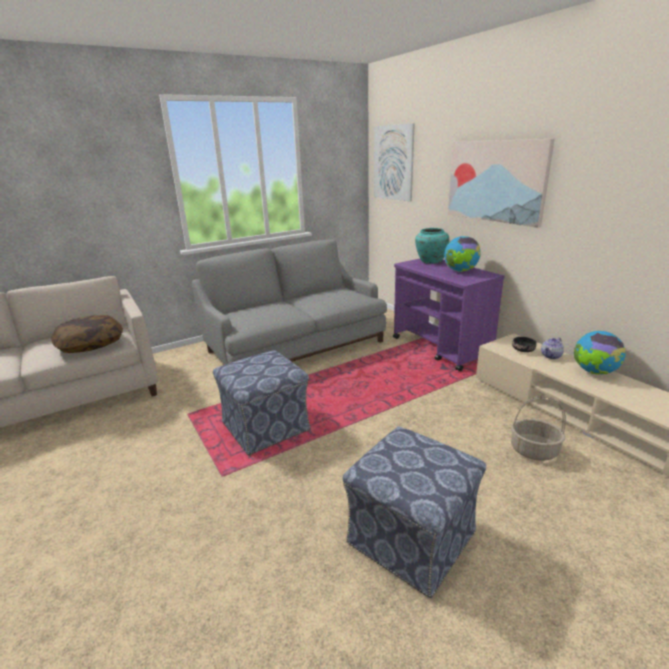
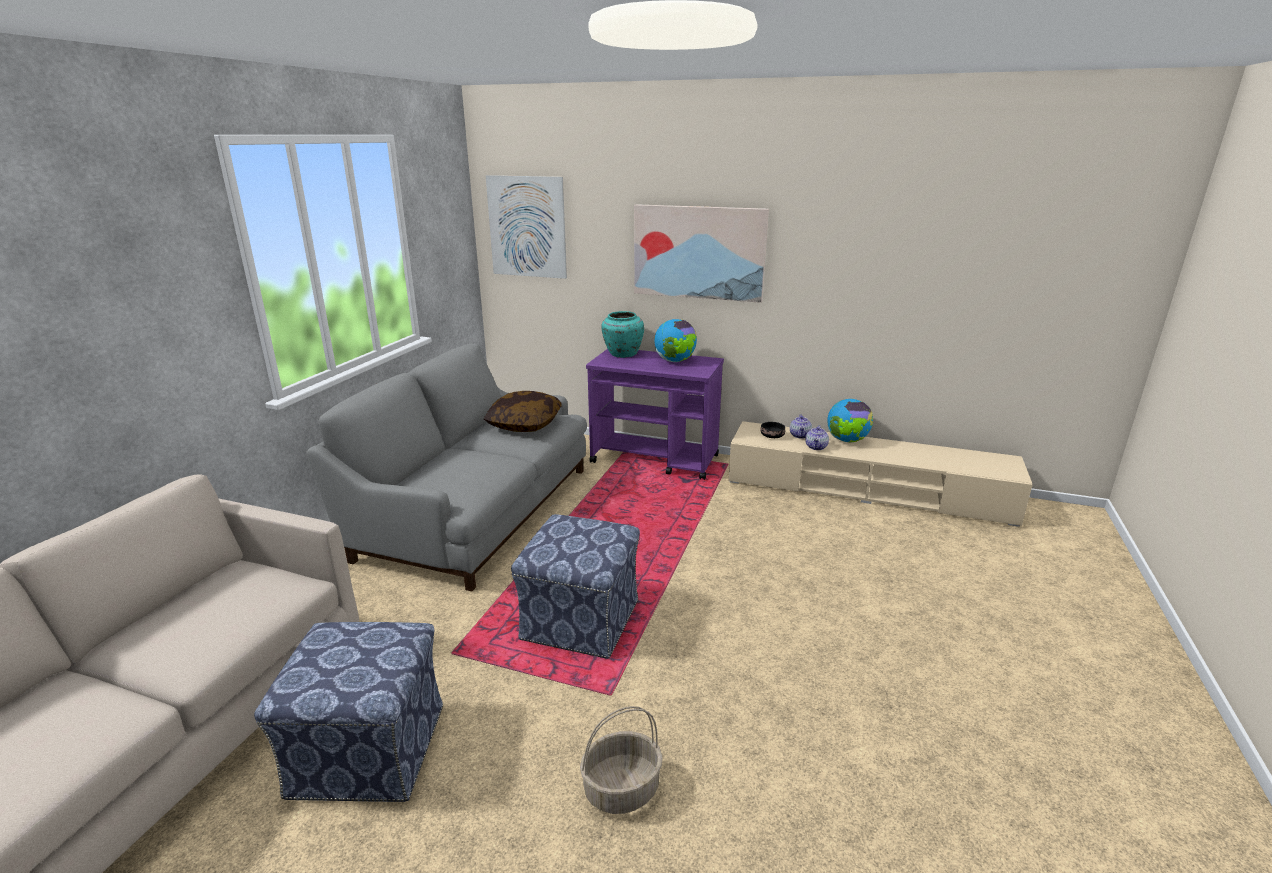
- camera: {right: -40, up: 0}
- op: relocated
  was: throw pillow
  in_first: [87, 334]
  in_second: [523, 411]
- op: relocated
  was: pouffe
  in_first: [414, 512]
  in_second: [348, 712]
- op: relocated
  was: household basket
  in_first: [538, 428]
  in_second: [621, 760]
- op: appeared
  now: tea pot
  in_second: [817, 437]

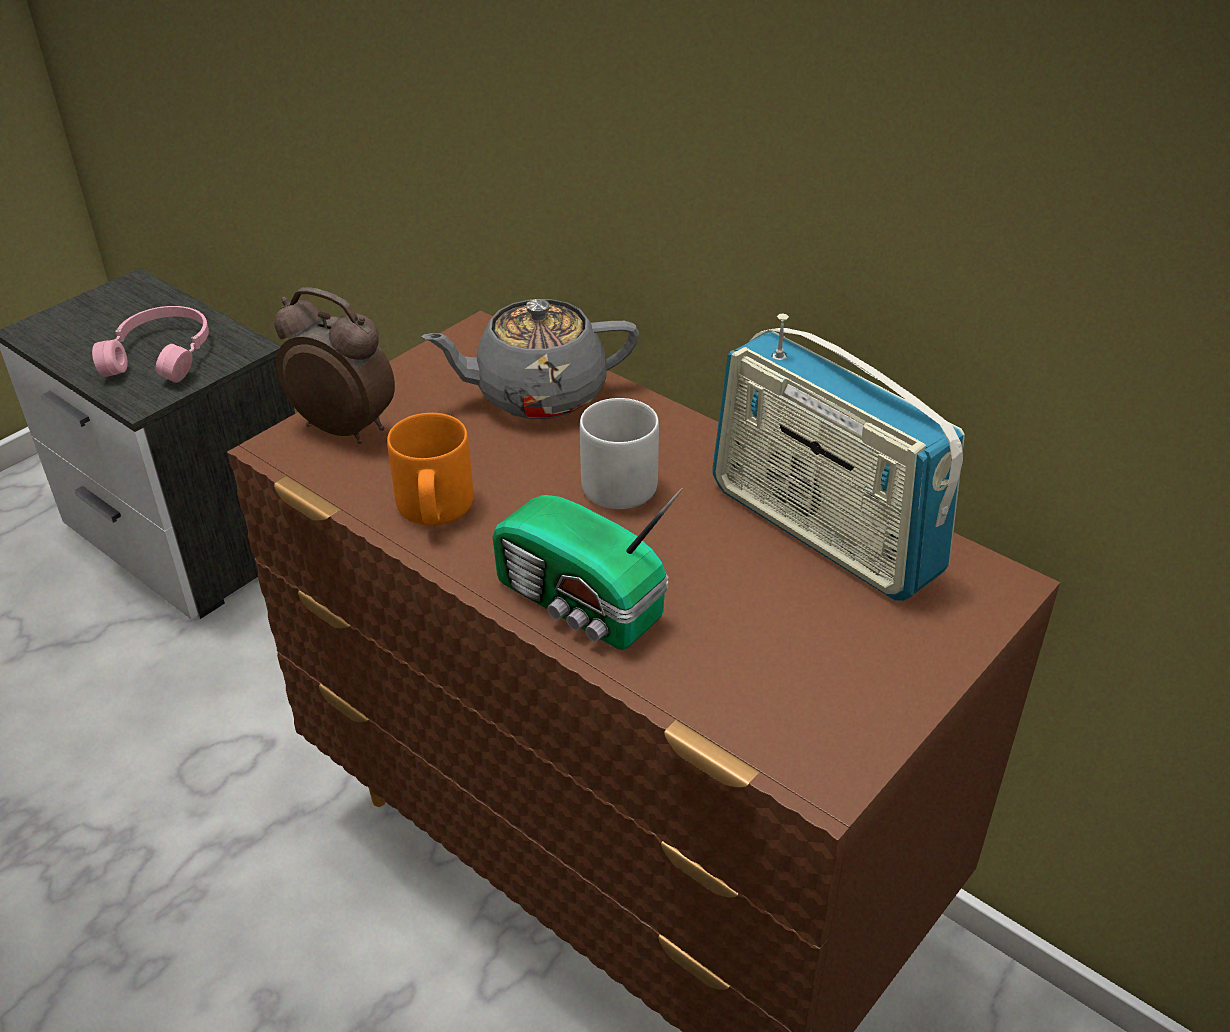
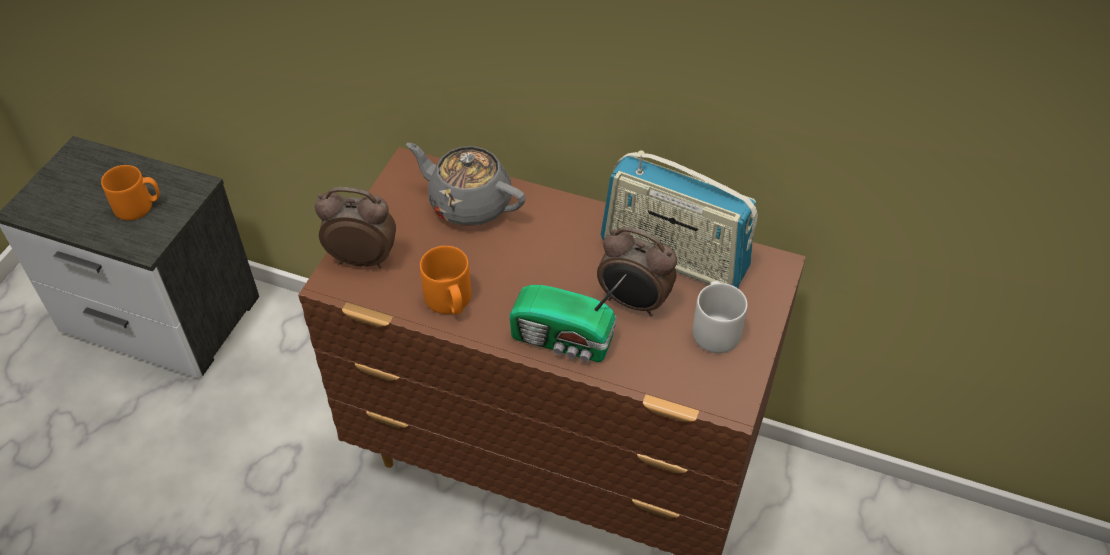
- camera: {right: -20, up: 10}
- op: exchanged
  was: headphones (pink)
  now: coffee mug (orangey)
  in_first: [150, 344]
  in_second: [130, 192]
- op: spun
  was: tea pot (grey)
  in_first: [530, 359]
  in_second: [466, 184]
  clockwise: 60
- op: relocated
  was: coffee mug (grey)
  in_first: [619, 453]
  in_second: [720, 317]
- op: appeared
  now: bedside clock
  in_second: [637, 272]

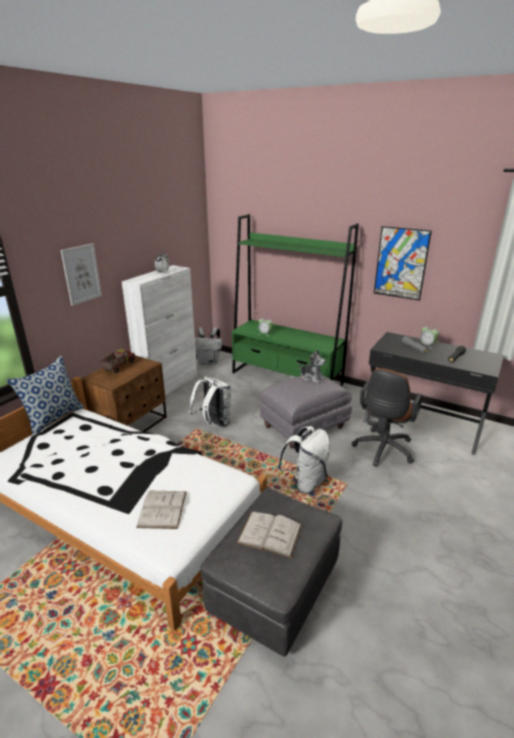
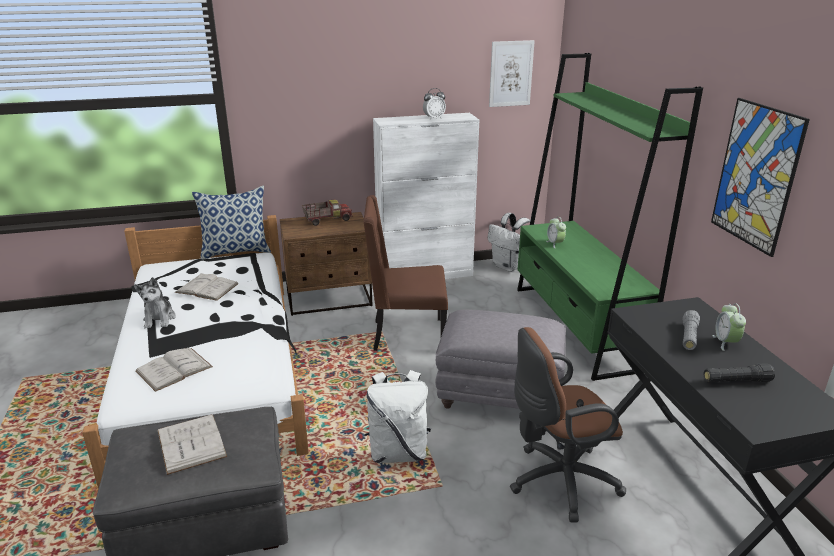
- camera: {right: 45, up: 0}
- op: relocated
  was: picture
  in_first: [81, 274]
  in_second: [512, 73]
- op: exchanged
  was: knapsack (white)
  now: chair (brown-coloured)
  in_first: [210, 401]
  in_second: [405, 273]
- op: relocated
  was: plush toy
  in_first: [312, 366]
  in_second: [155, 302]
- op: appeared
  now: book (white)
  in_second: [206, 287]

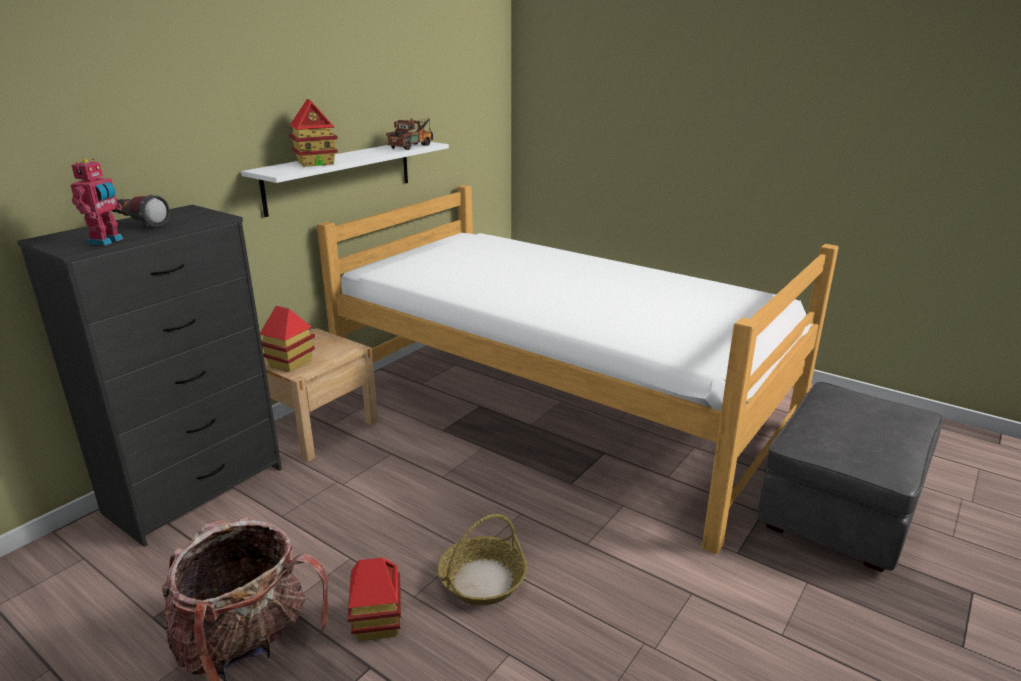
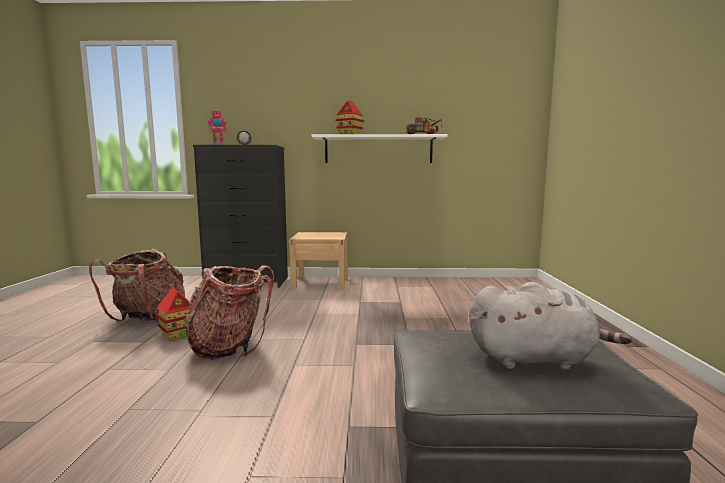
- camera: {right: 55, up: -15}
- op: missing
  was: toy house
  in_first: [287, 339]
- op: missing
  was: sleeping bed
  in_first: [578, 369]
- op: exchanged
  was: household basket
  now: knapsack
  in_first: [482, 559]
  in_second: [229, 312]
- op: appeared
  now: plush toy (grey)
  in_second: [550, 326]

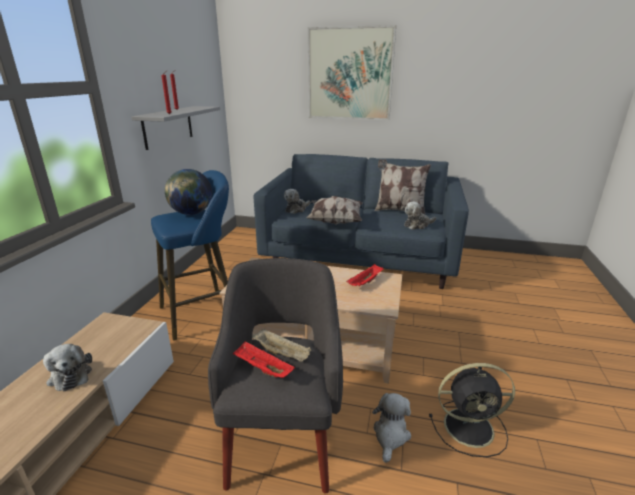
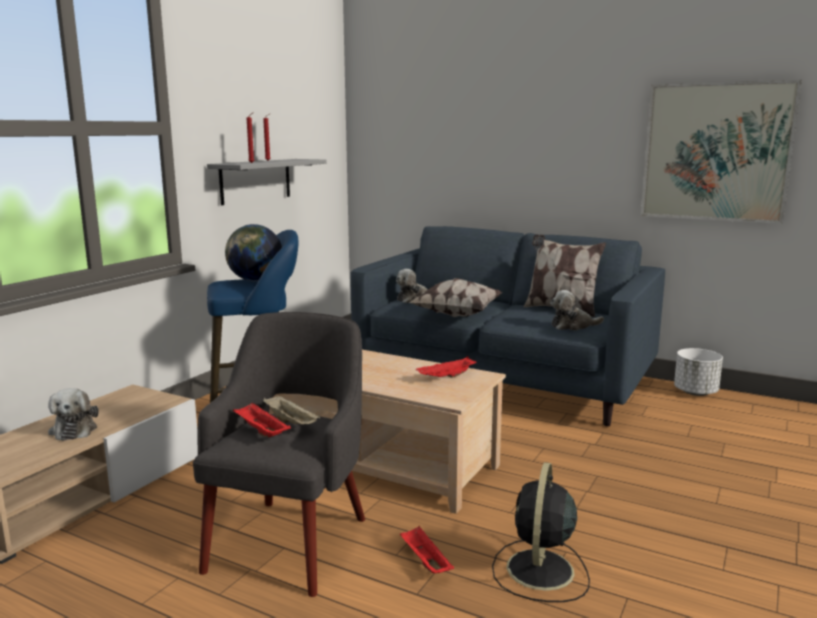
- camera: {right: 15, up: -10}
- op: relocated
  was: picture
  in_first: [352, 72]
  in_second: [721, 152]
- op: exchanged
  was: plush toy
  now: serving tray (red)
  in_first: [391, 428]
  in_second: [427, 549]
- op: spun
  was: electric fan (black)
  in_first: [472, 410]
  in_second: [541, 532]
  clockwise: 90
- op: appeared
  now: plant pot (white)
  in_second: [698, 372]

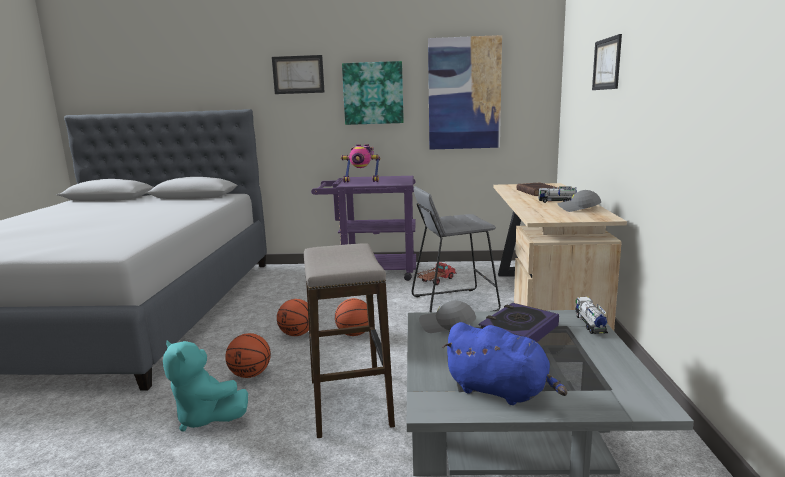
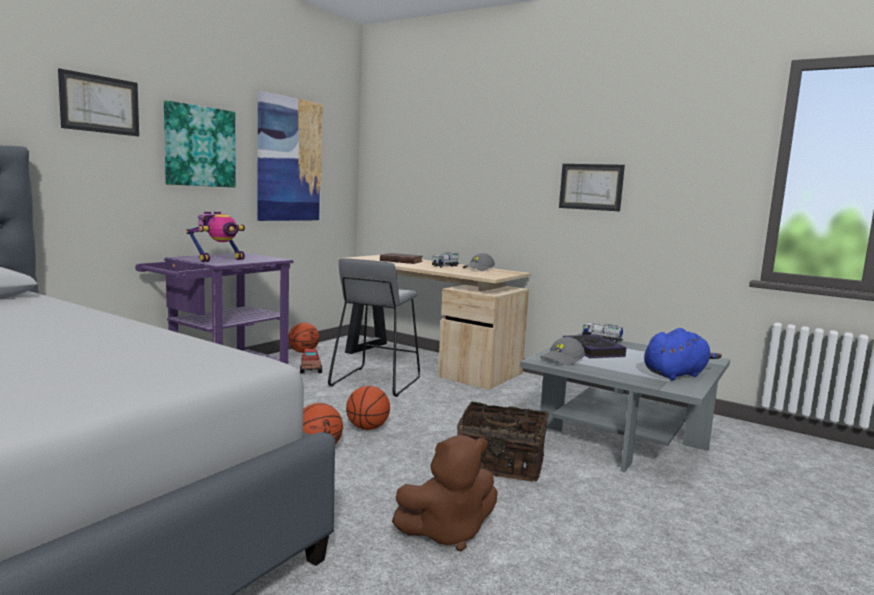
- camera: {right: -60, up: -5}
- op: colour
  was: plush toy (turquoise-coloured)
  now: plush toy (brown-coloured)
  in_first: [205, 386]
  in_second: [445, 493]
- op: relocated
  was: basketball
  in_first: [248, 355]
  in_second: [303, 338]
- op: exchanged
  was: sitting stool
  now: household basket
  in_first: [349, 340]
  in_second: [503, 441]
- op: relocated
  was: picture
  in_first: [607, 62]
  in_second: [592, 187]

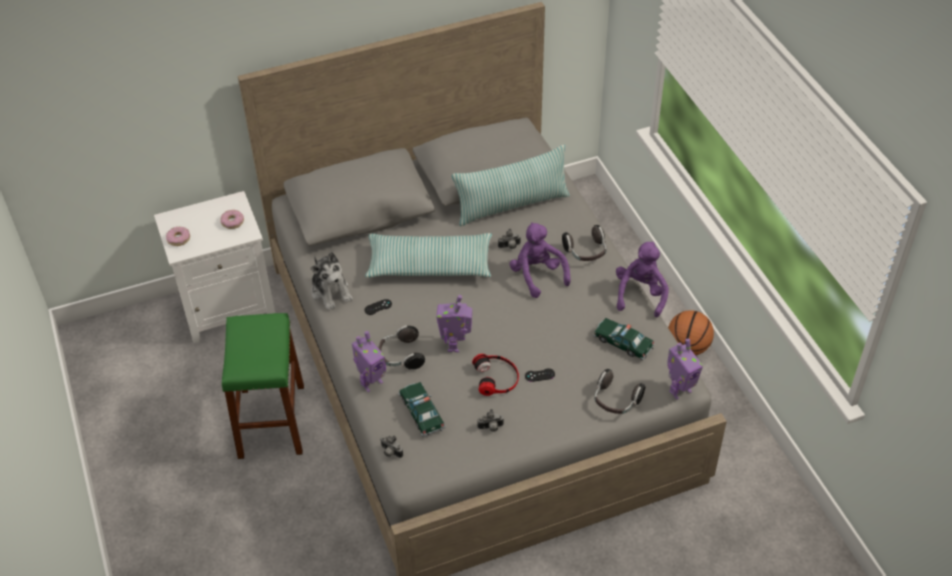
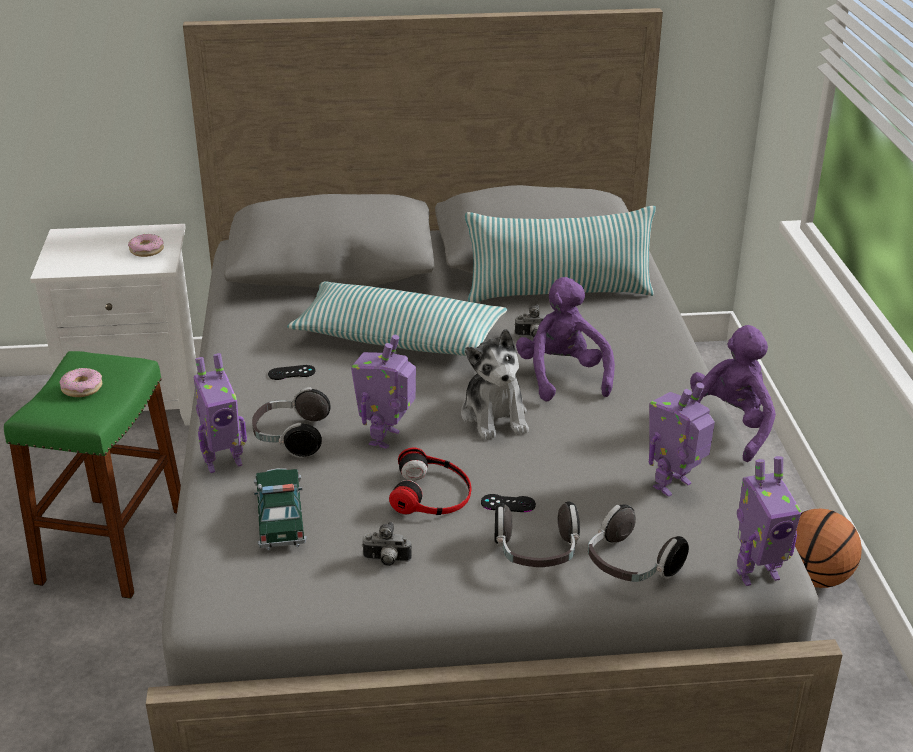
- camera: {right: 15, up: -15}
- op: relocated
  was: donut
  in_first: [178, 236]
  in_second: [81, 382]
- op: relocated
  was: plush toy
  in_first: [332, 281]
  in_second: [495, 384]
- op: missing
  was: still camera
  in_first: [391, 447]
- op: relocated
  was: headphones
  in_first: [584, 243]
  in_second: [537, 534]
- op: exchanged
  was: model car
  now: model robot
  in_first: [624, 339]
  in_second: [682, 439]

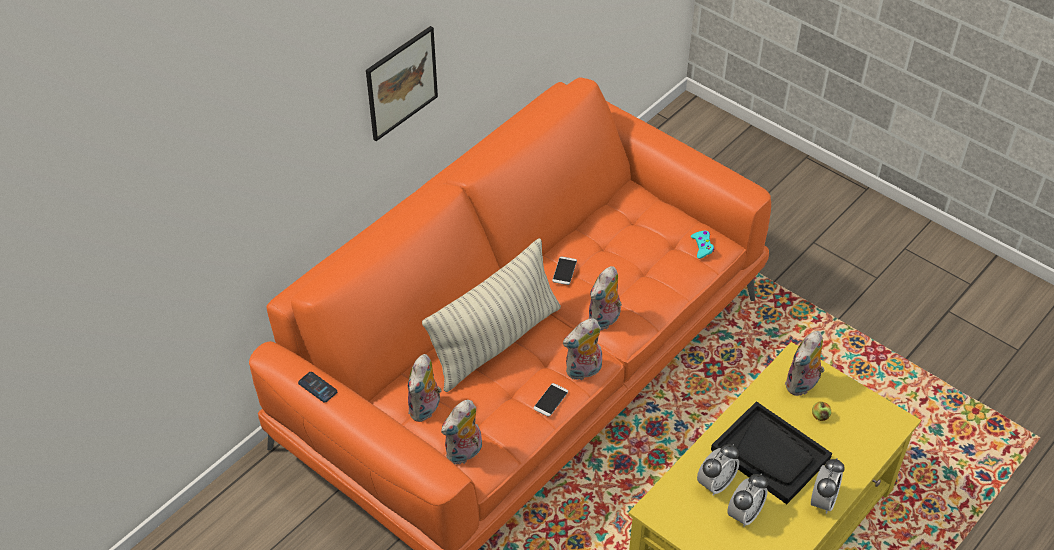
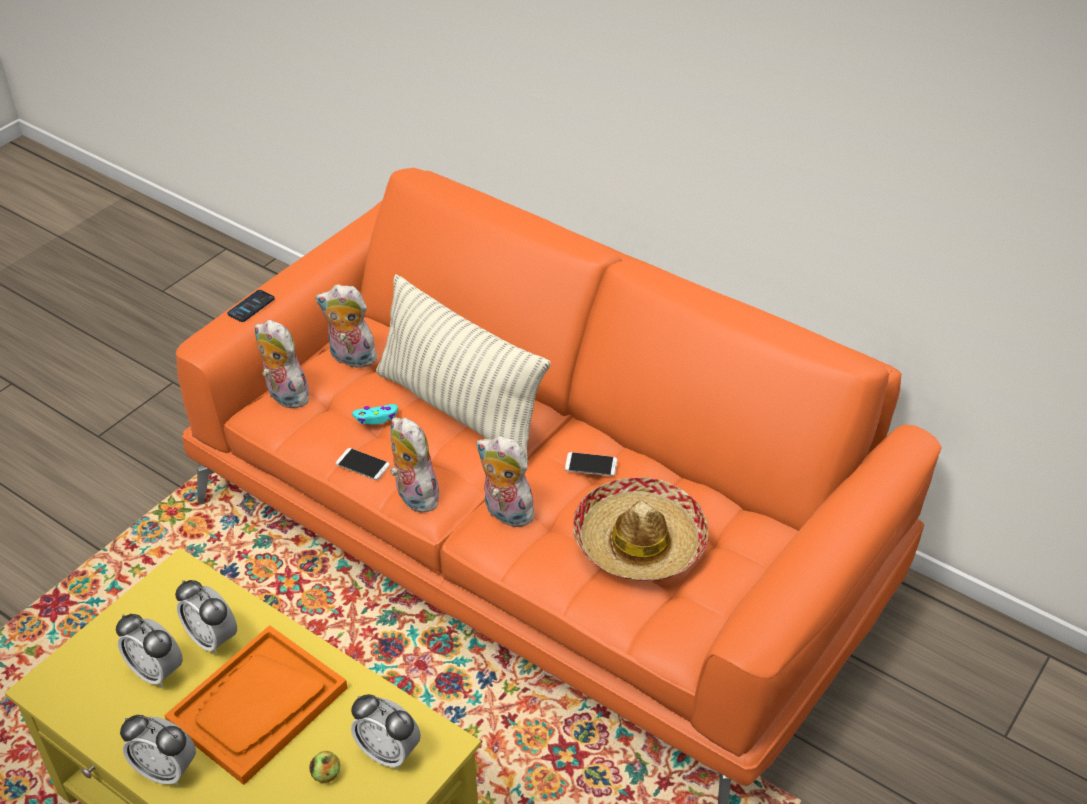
- camera: {right: 85, up: -5}
- op: relocated
  was: phone
  in_first: [317, 387]
  in_second: [251, 306]
- op: missing
  was: picture
  in_first: [402, 83]
- op: relocated
  was: joypad (turquoise-coloured)
  in_first: [702, 245]
  in_second: [375, 414]
- op: colour
  was: serving tray (black)
  now: serving tray (orangey)
  in_first: [771, 452]
  in_second: [255, 705]
- op: exchanged
  was: plush toy
  now: bedside clock
  in_first: [804, 363]
  in_second: [386, 731]
- op: appeared
  now: hat
  in_second: [640, 529]

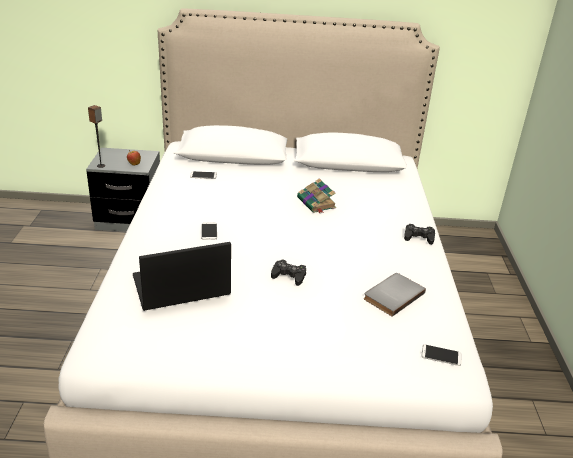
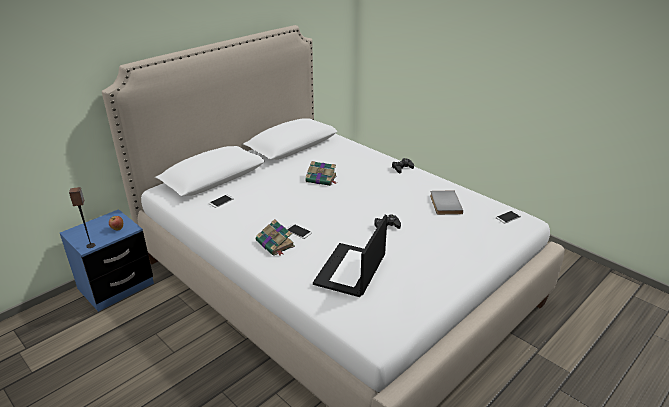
- camera: {right: -45, up: 0}
- op: colour
  was: bedside table (grey)
  now: bedside table (blue)
  in_first: [123, 190]
  in_second: [107, 260]
- op: appeared
  now: book
  in_second: [275, 237]

